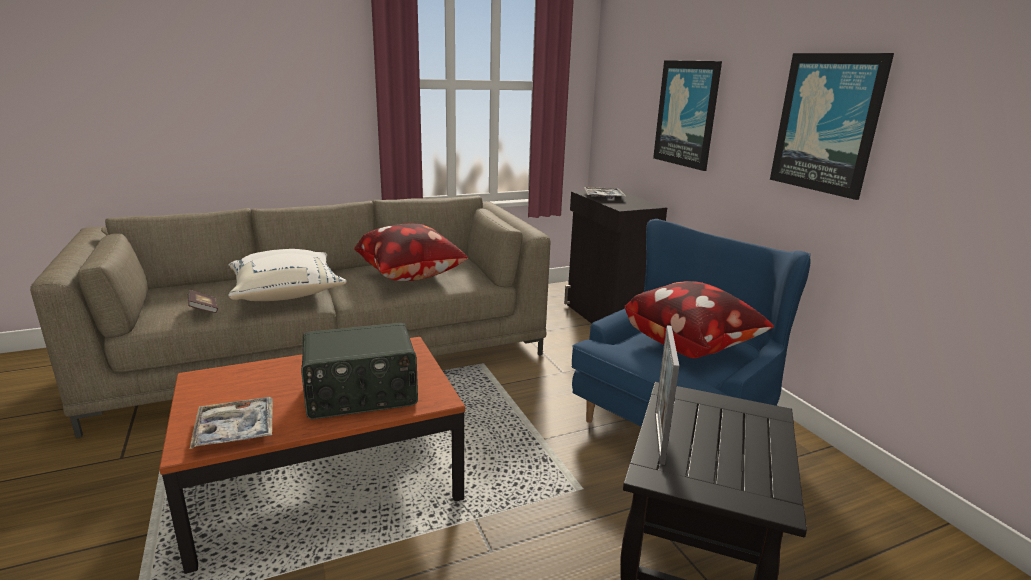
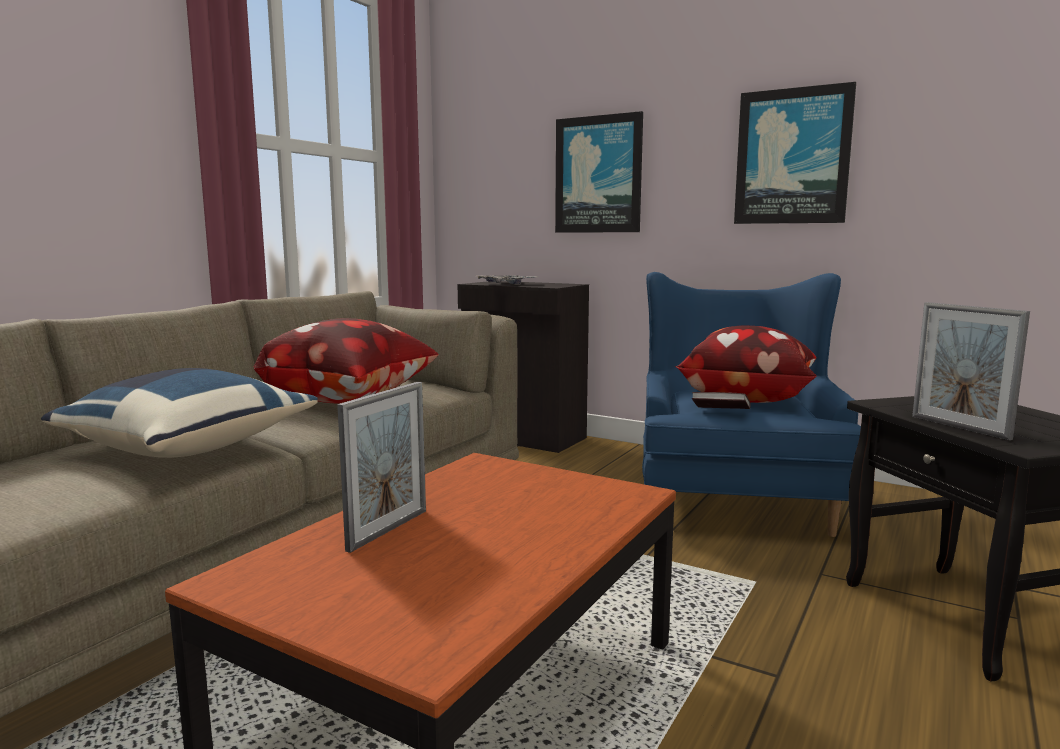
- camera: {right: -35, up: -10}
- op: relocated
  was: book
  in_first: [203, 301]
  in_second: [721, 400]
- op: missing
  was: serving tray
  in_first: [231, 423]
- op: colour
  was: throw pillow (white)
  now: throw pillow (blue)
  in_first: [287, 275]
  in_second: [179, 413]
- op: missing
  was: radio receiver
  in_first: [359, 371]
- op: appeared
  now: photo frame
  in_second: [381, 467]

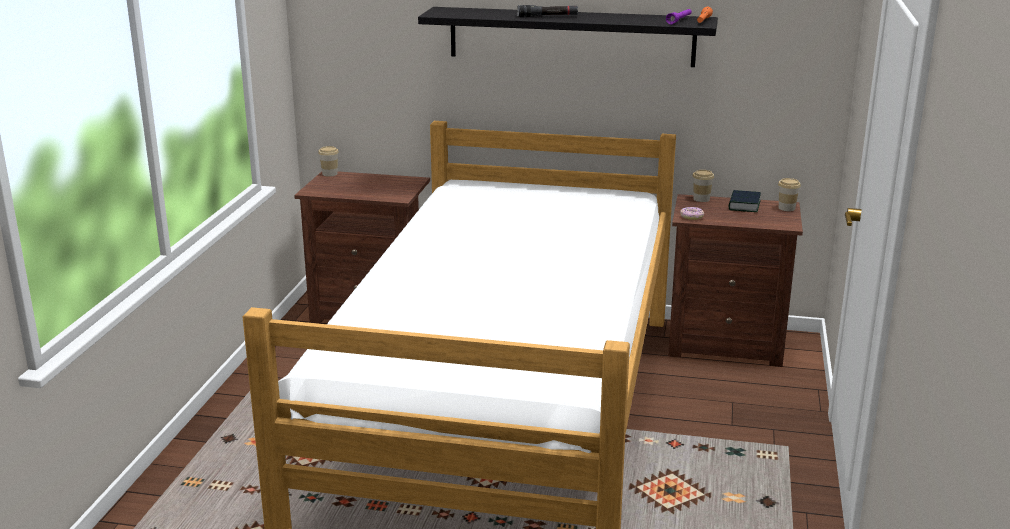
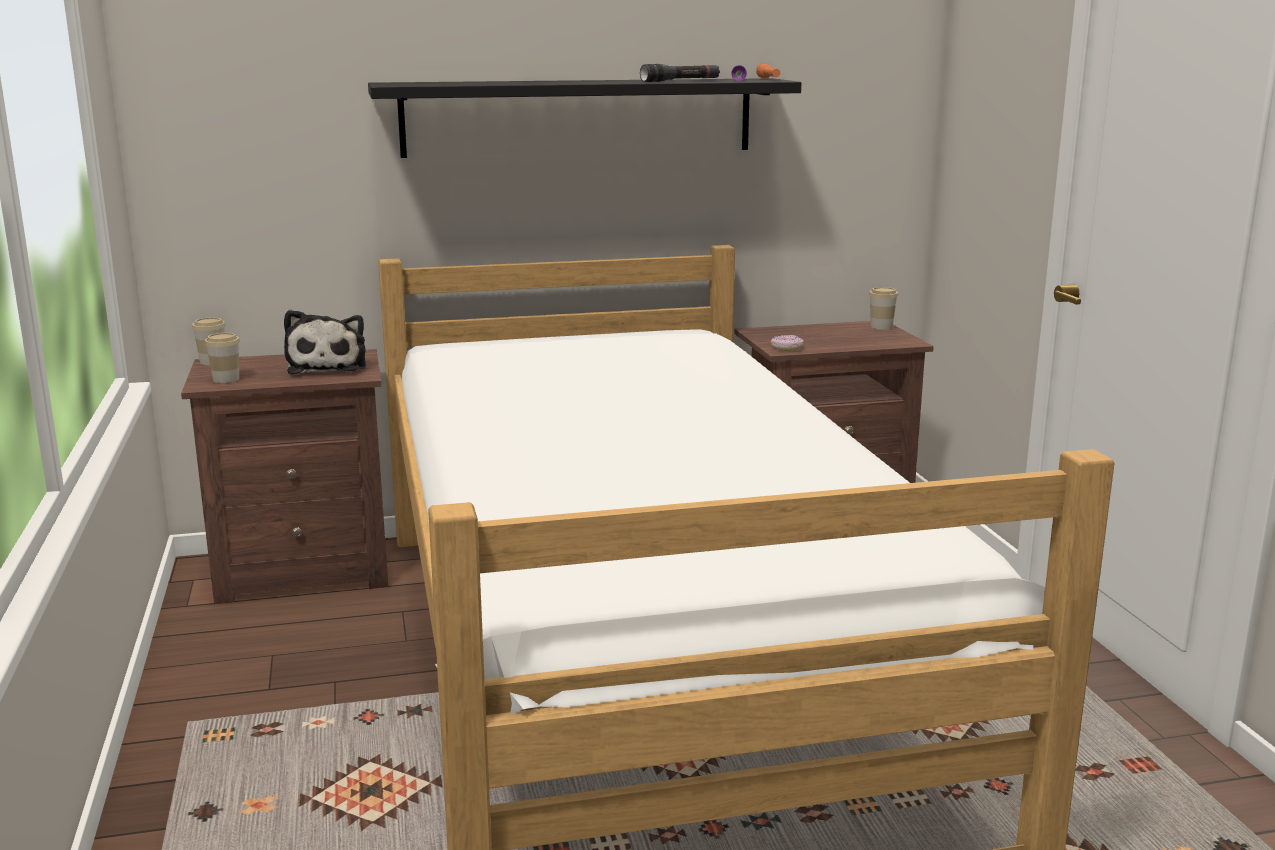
- camera: {right: -25, up: -5}
- op: relocated
  was: hand torch (black)
  in_first: [547, 11]
  in_second: [680, 73]
- op: relocated
  was: drinking cup
  in_first: [703, 186]
  in_second: [222, 358]
- op: missing
  was: book
  in_first: [745, 201]
- op: appeared
  now: plush toy
  in_second: [325, 342]

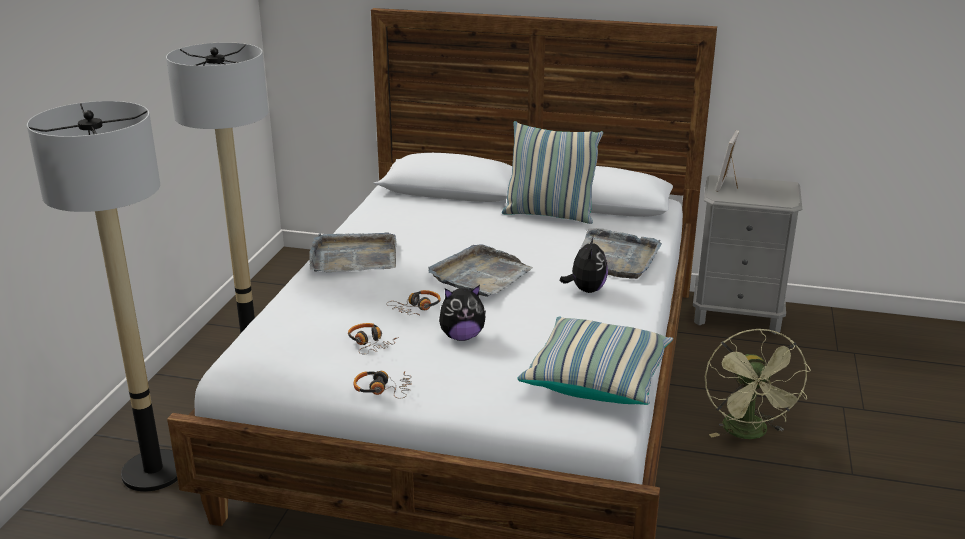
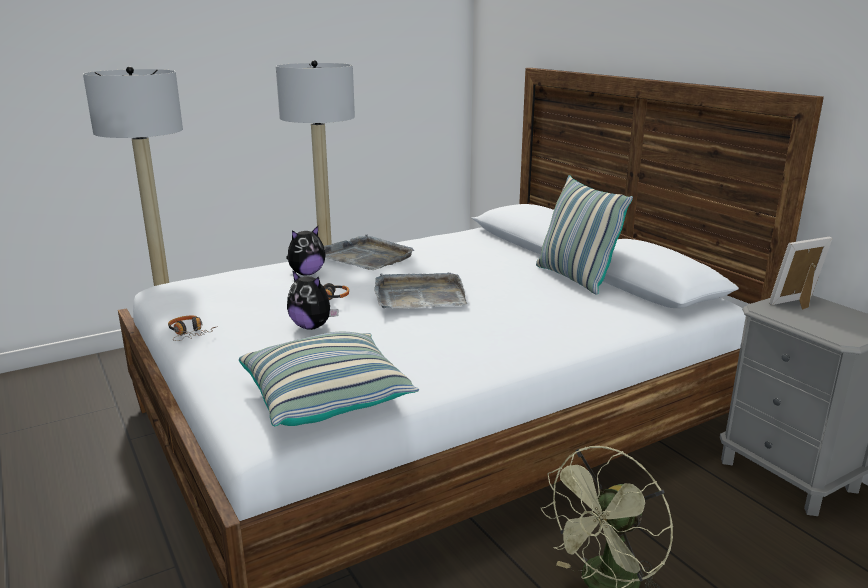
- camera: {right: 45, up: -5}
- op: missing
  was: headphones
  in_first: [373, 338]
- op: relocated
  was: plush toy
  in_first: [584, 264]
  in_second: [306, 250]
- op: missing
  was: serving tray (grey)
  in_first: [621, 253]

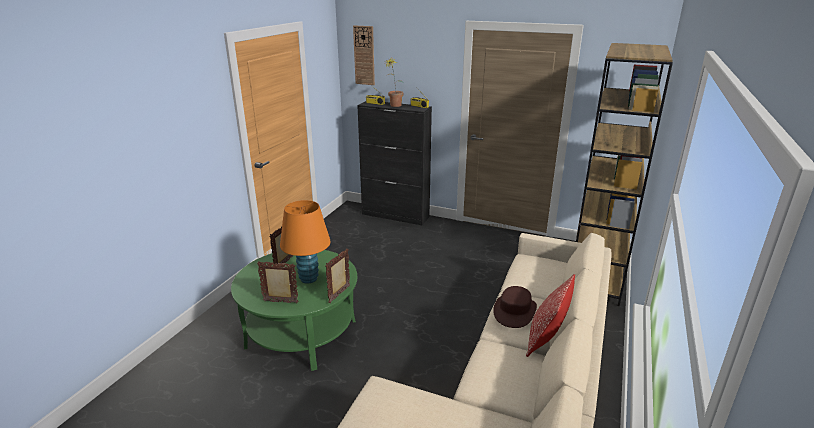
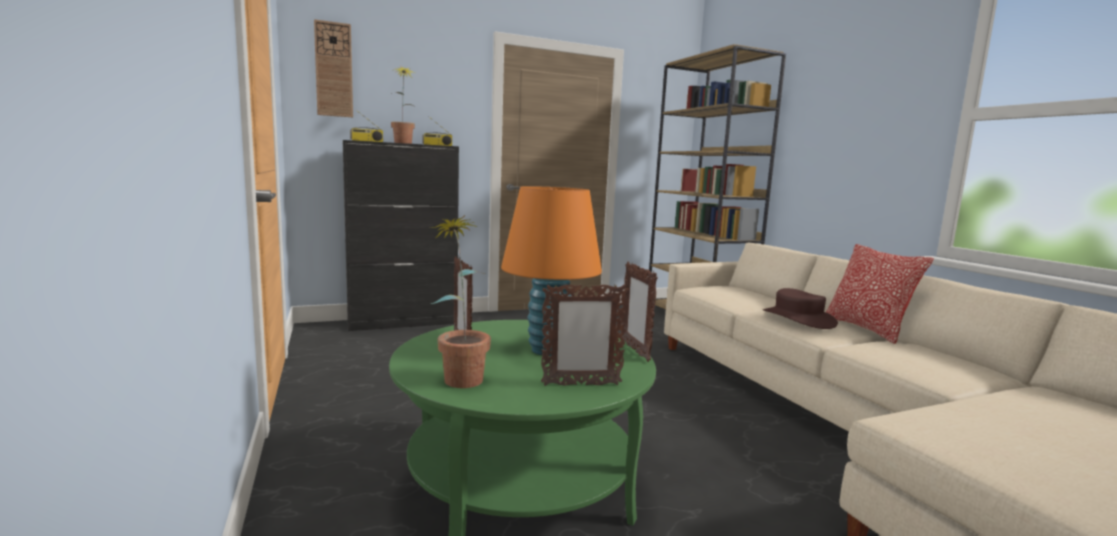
- camera: {right: -45, up: -15}
- op: spun
  was: photo frame
  in_first: [278, 282]
  in_second: [585, 334]
  clockwise: -150
- op: appeared
  now: houseplant
  in_second: [460, 301]

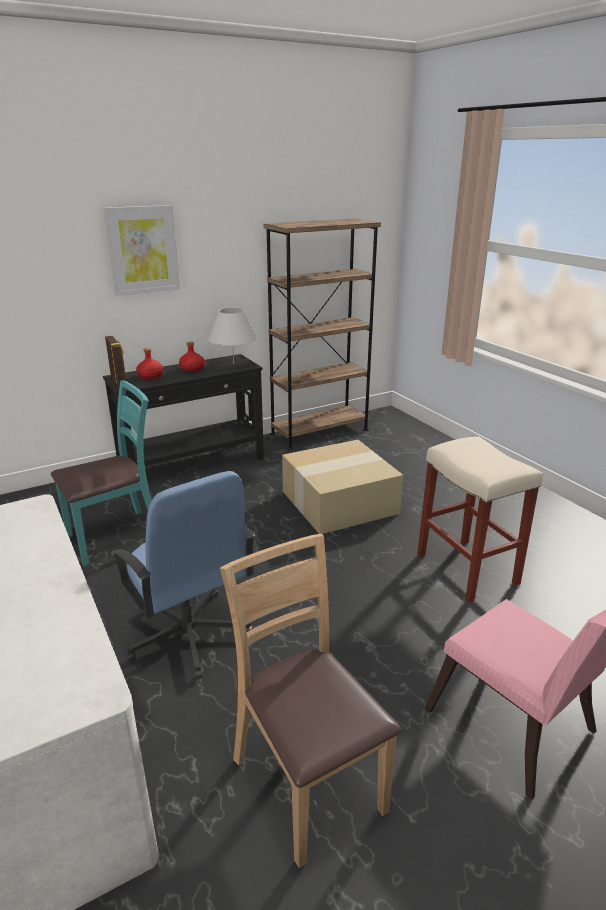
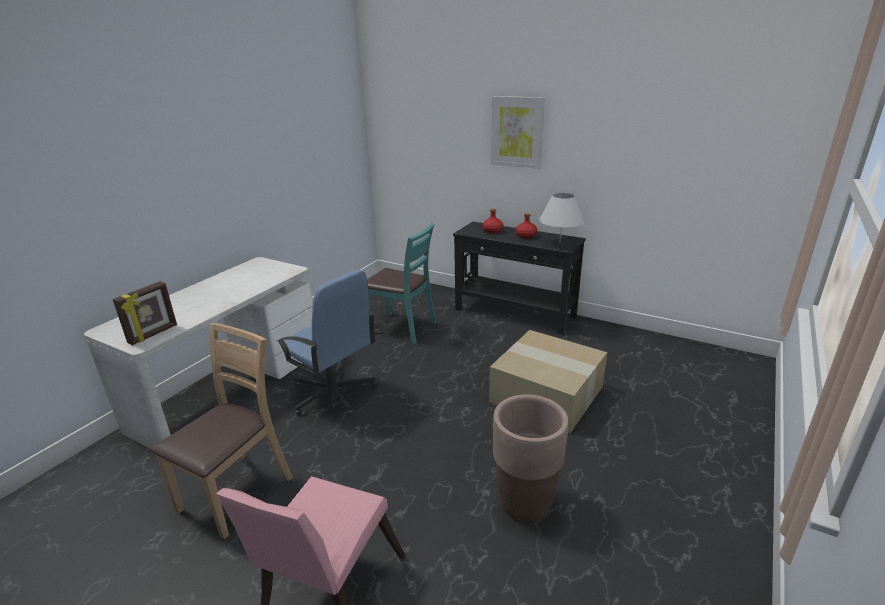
- camera: {right: 60, up: 0}
- op: relocated
  was: photo frame
  in_first: [115, 361]
  in_second: [145, 313]
- op: spun
  was: computer chair (blue)
  in_first: [183, 575]
  in_second: [326, 343]
  clockwise: -75
- op: missing
  was: bookshelf (brown-coloured)
  in_first: [322, 334]
- op: exchanged
  was: sitting stool (beige)
  now: plant pot (brown-coloured)
  in_first: [480, 520]
  in_second: [531, 458]

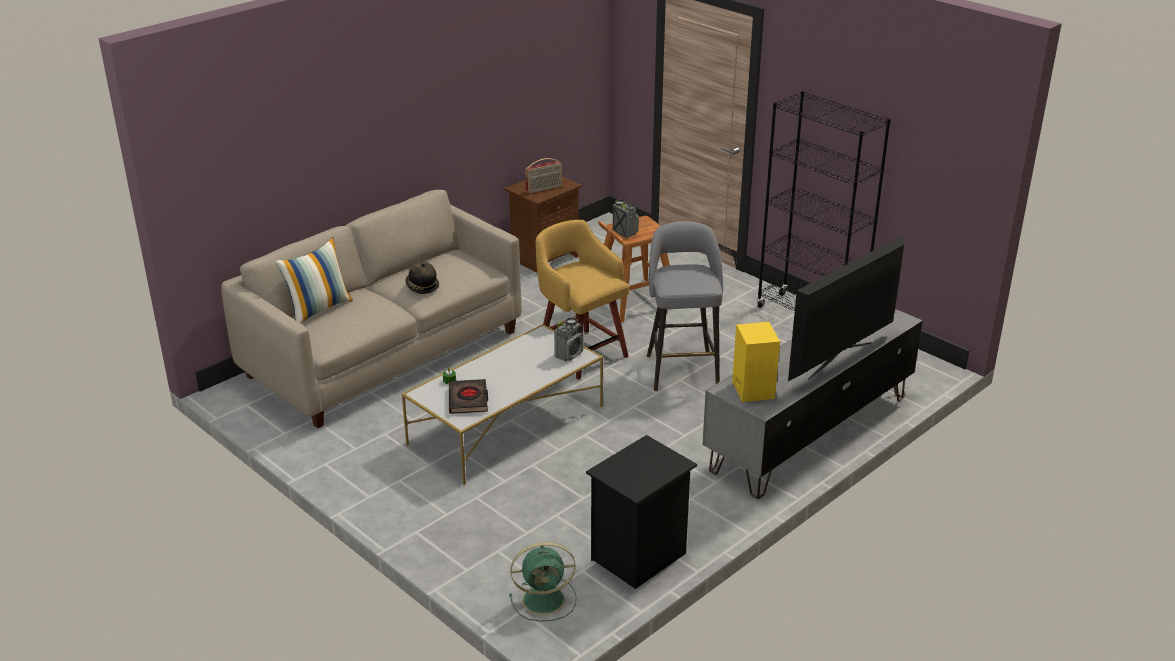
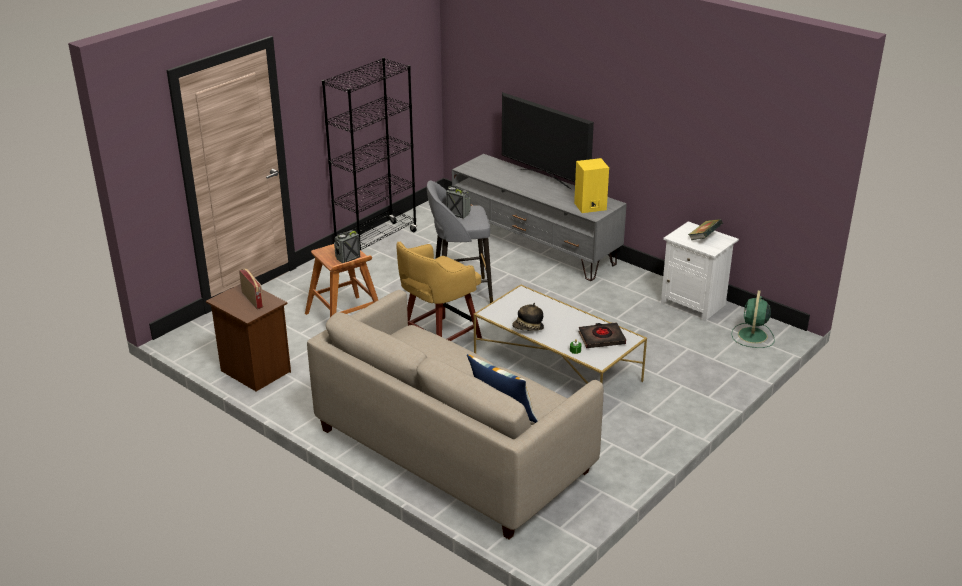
- camera: {right: -95, up: 0}
- op: relocated
  was: hat
  in_first: [422, 277]
  in_second: [528, 317]
- op: spun
  was: electric fan (green)
  in_first: [542, 582]
  in_second: [753, 319]
  clockwise: -150
- op: relocated
  was: radio receiver
  in_first: [568, 339]
  in_second: [458, 202]
- op: colour
  was: bedside table (black)
  now: bedside table (white)
  in_first: [641, 512]
  in_second: [700, 271]
- op: appeared
  now: book
  in_second: [705, 229]

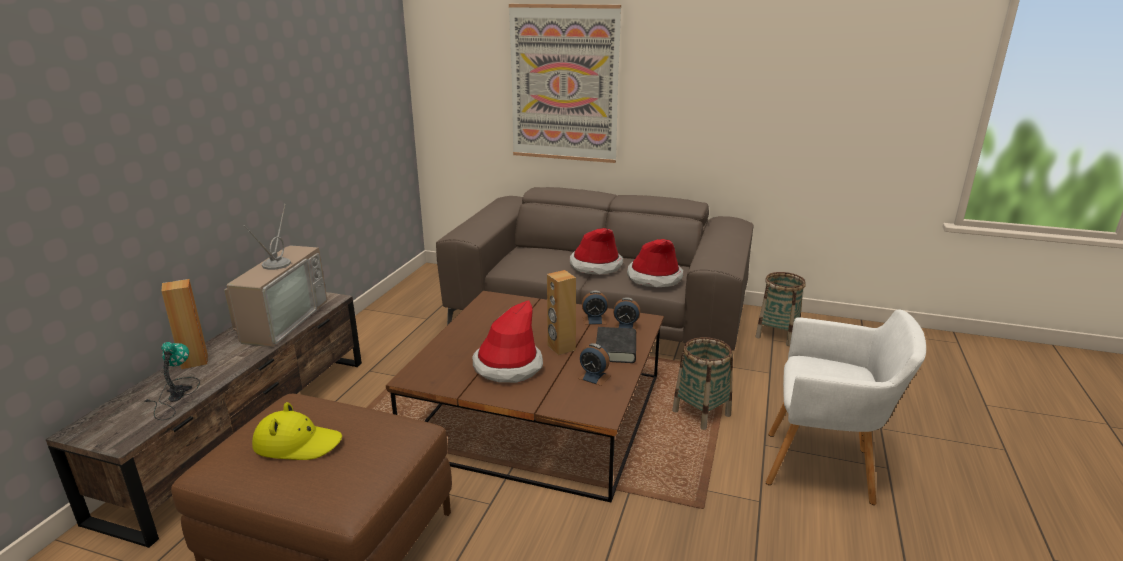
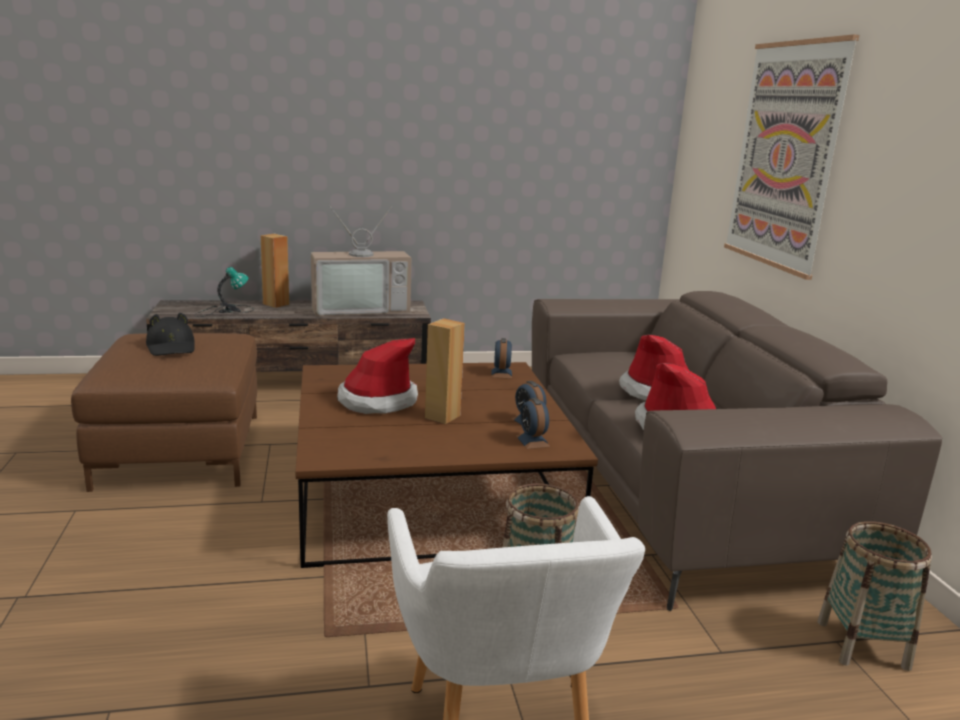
- camera: {right: 60, up: -5}
- op: colour
  was: hat (yellow)
  now: hat (black)
  in_first: [297, 431]
  in_second: [170, 334]
- op: relocated
  was: bedside clock
  in_first: [594, 364]
  in_second: [501, 358]
- op: missing
  was: book (black)
  in_first: [616, 345]

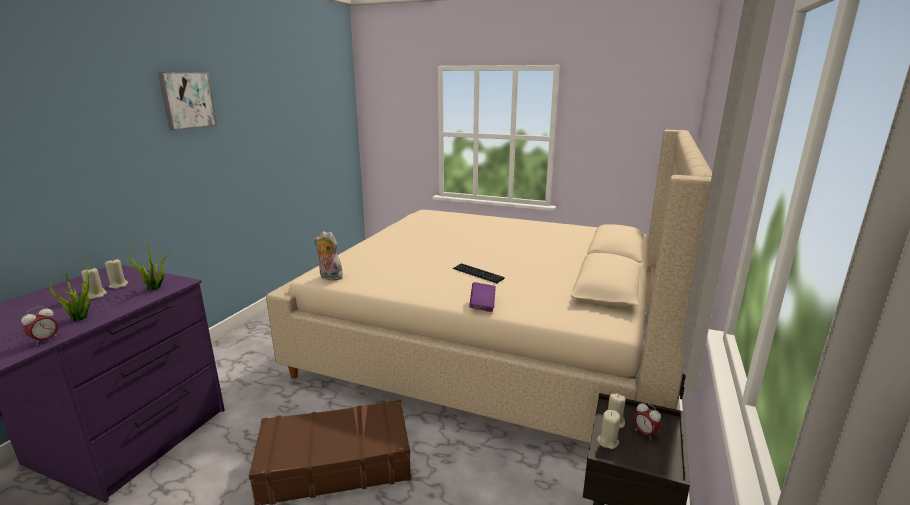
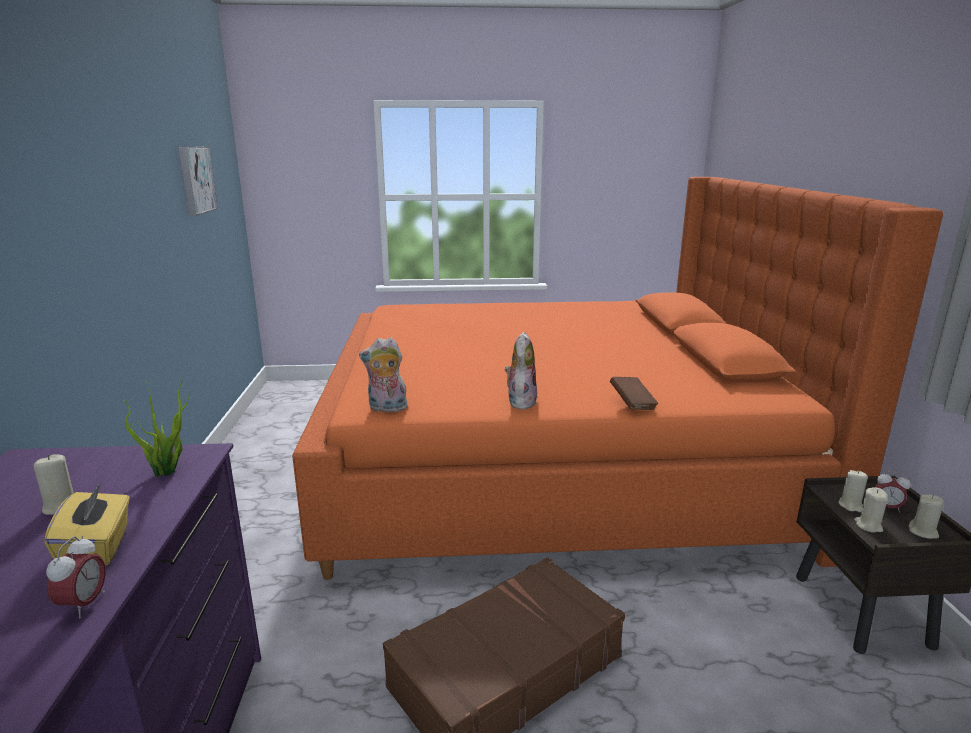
- camera: {right: -25, up: 0}
- op: exchanged
  was: houseplant
  now: box of tissues (yellow)
  in_first: [70, 289]
  in_second: [87, 523]
- op: relocated
  was: wax candle (beige)
  in_first: [116, 274]
  in_second: [926, 516]
- op: relocated
  was: picture
  in_first: [187, 101]
  in_second: [198, 181]
- op: colour
  was: sleeping bed (beige)
  now: sleeping bed (orangey)
  in_first: [489, 286]
  in_second: [617, 378]
- op: missing
  was: computer keyboard
  in_first: [479, 273]
- op: colour
  was: book (purple-coloured)
  now: book (brown-coloured)
  in_first: [482, 297]
  in_second: [634, 393]
- op: appeared
  now: plush toy
  in_second: [521, 370]

